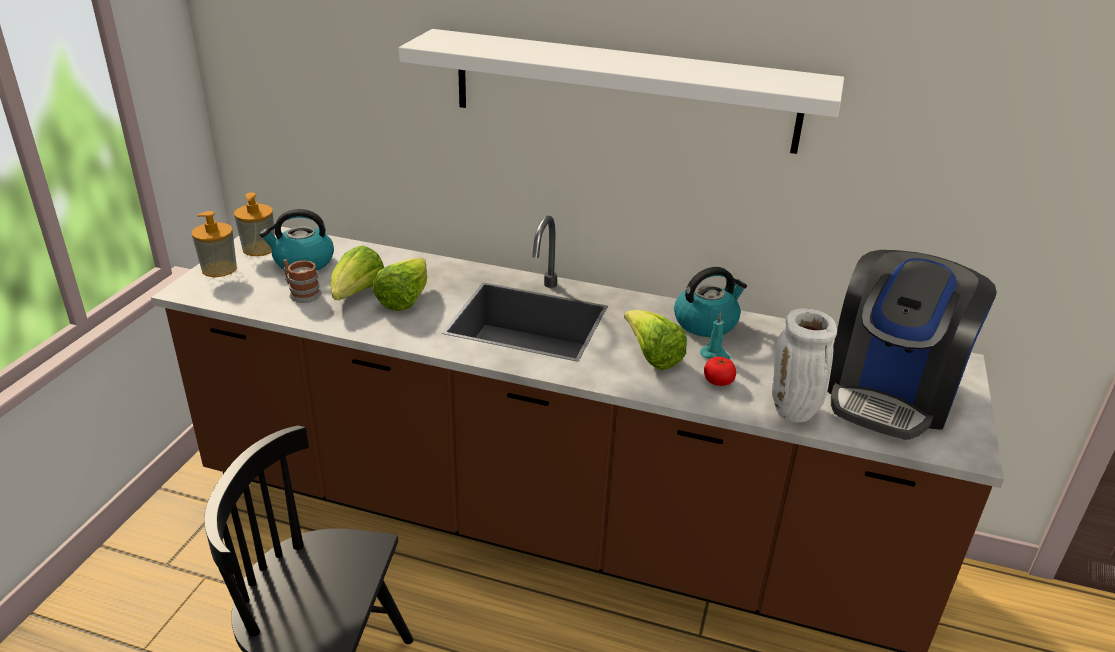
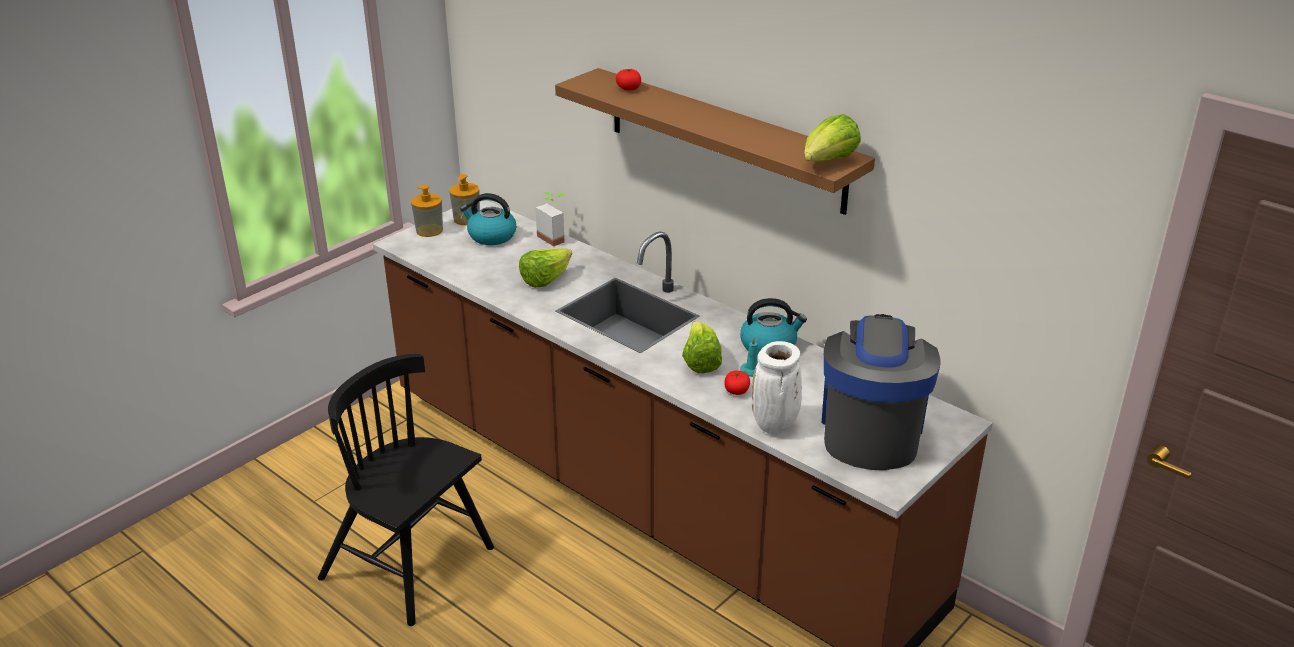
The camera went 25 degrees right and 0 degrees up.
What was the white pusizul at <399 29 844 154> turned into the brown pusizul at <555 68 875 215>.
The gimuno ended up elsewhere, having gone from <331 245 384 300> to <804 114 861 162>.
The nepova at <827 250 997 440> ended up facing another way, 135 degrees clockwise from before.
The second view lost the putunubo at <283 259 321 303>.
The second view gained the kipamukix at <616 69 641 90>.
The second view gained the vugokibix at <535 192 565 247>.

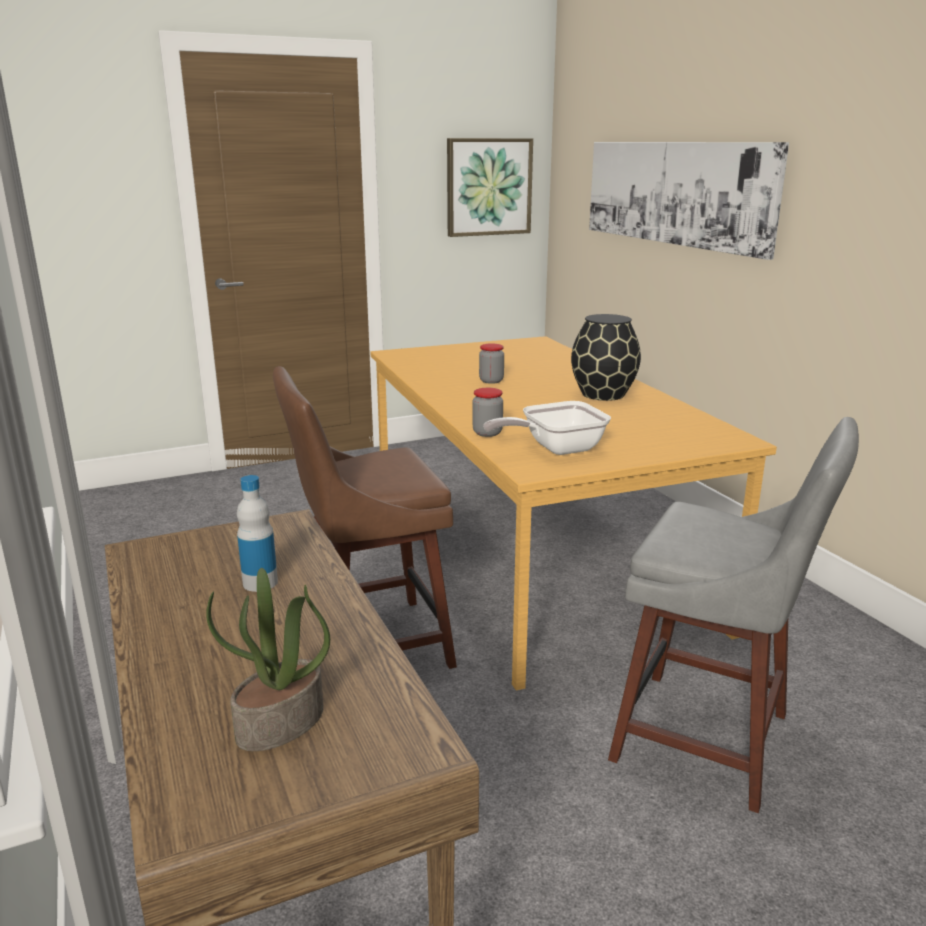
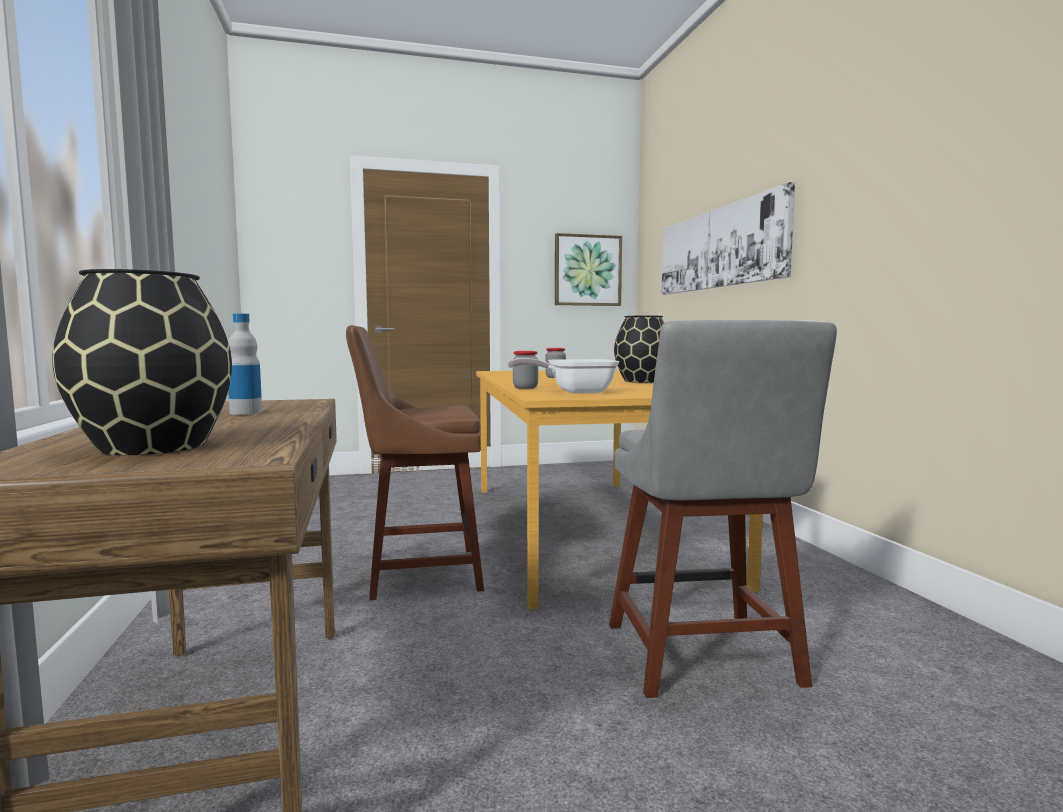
The camera went 10 degrees right and 15 degrees down.
The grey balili at <608 417 859 813> ended up facing another way, 45 degrees clockwise from before.
Where the vugokibix stood at <206 568 330 751>, the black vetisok came to stand at <52 269 232 455>.

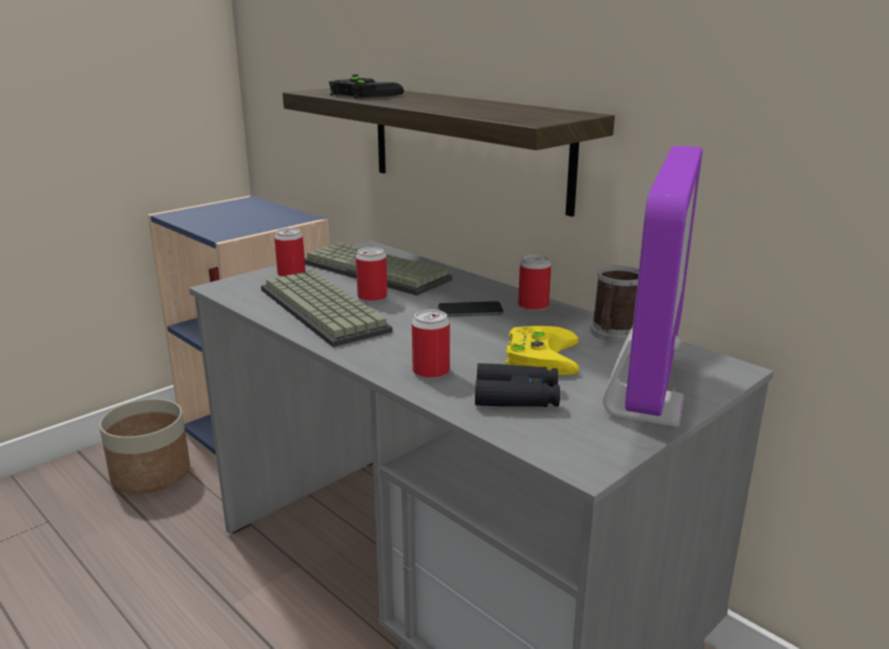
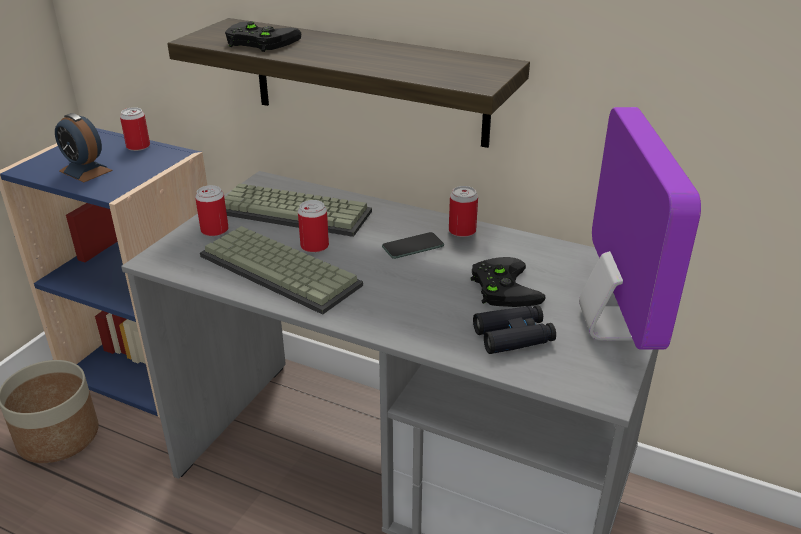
The camera went 20 degrees left and 10 degrees up.
The second view lost the putunubo at <590 266 639 343>.
The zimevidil ended up elsewhere, having gone from <412 309 450 379> to <120 107 150 151>.
What was the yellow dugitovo at <505 326 579 375> turned into the black dugitovo at <470 257 545 307>.
The second view gained the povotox at <55 113 112 182>.

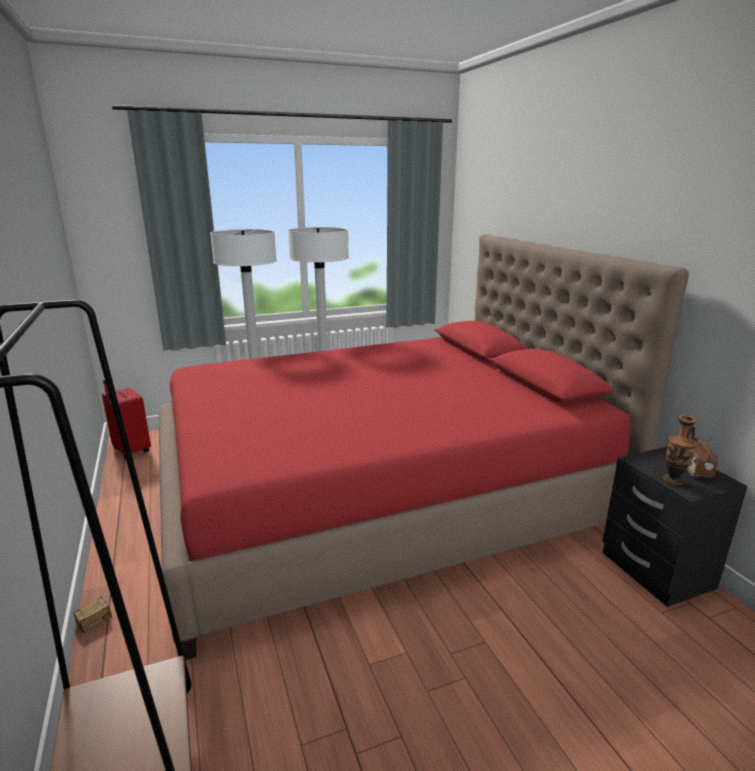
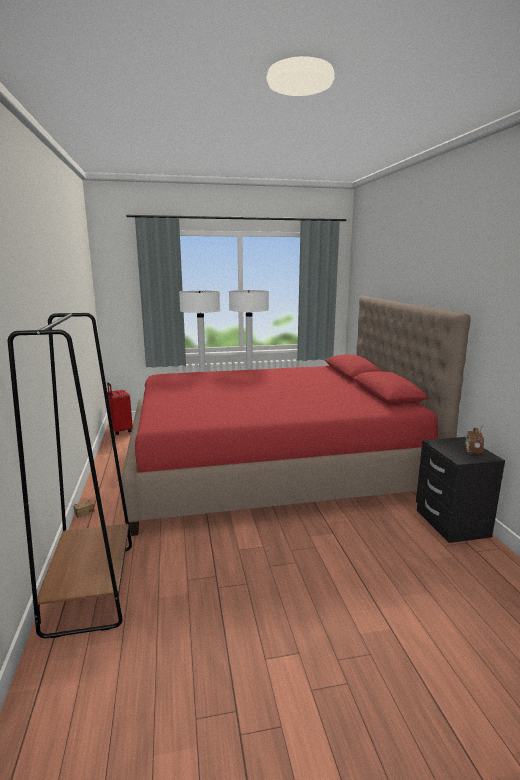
The camera went 10 degrees right and 5 degrees down.
The second view lost the vetisok at <663 415 697 485>.

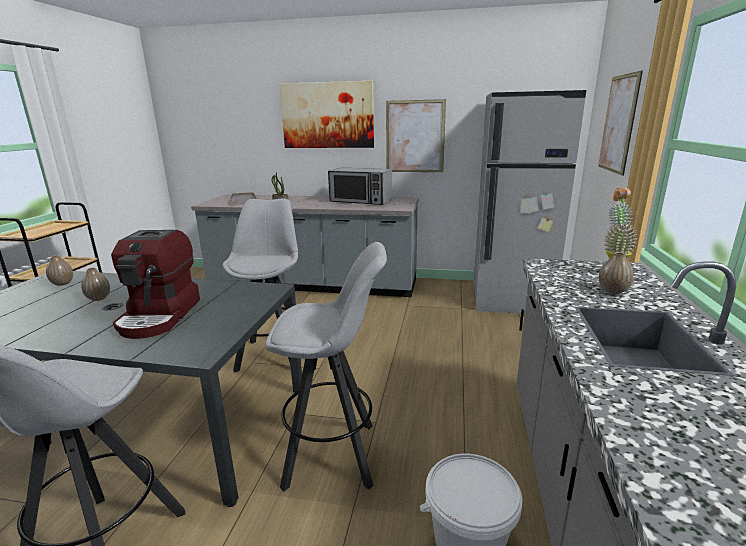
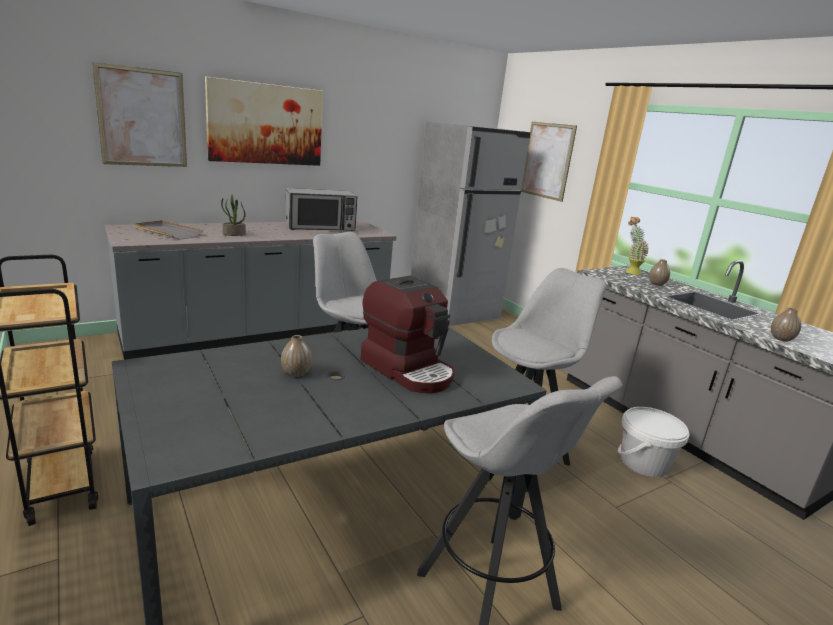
The camera went 45 degrees left and 0 degrees up.
The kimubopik ended up elsewhere, having gone from <386 99 446 172> to <92 62 187 167>.
The vetisok ended up elsewhere, having gone from <46 255 73 286> to <771 307 801 342>.

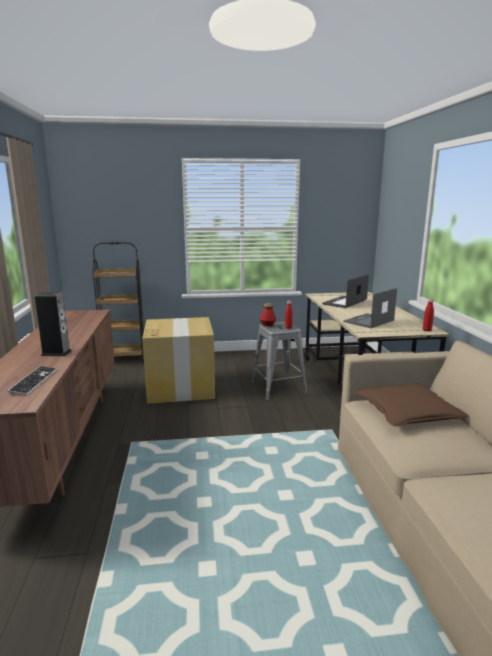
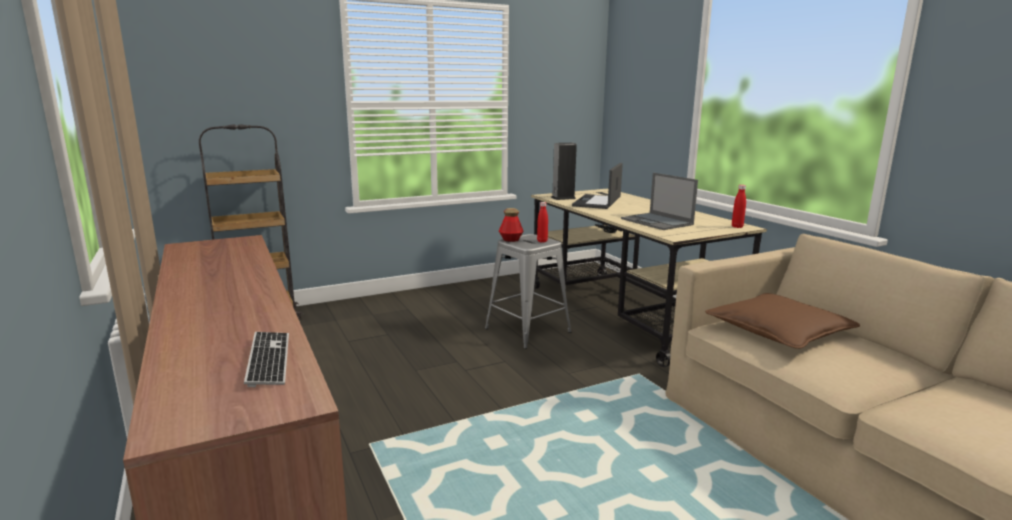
The camera went 20 degrees left and 0 degrees up.
The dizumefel at <343 288 397 328> ended up facing another way, 60 degrees counterclockwise from before.
The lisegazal ended up elsewhere, having gone from <35 292 71 356> to <551 143 577 200>.
The second view lost the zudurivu at <142 317 215 404>.

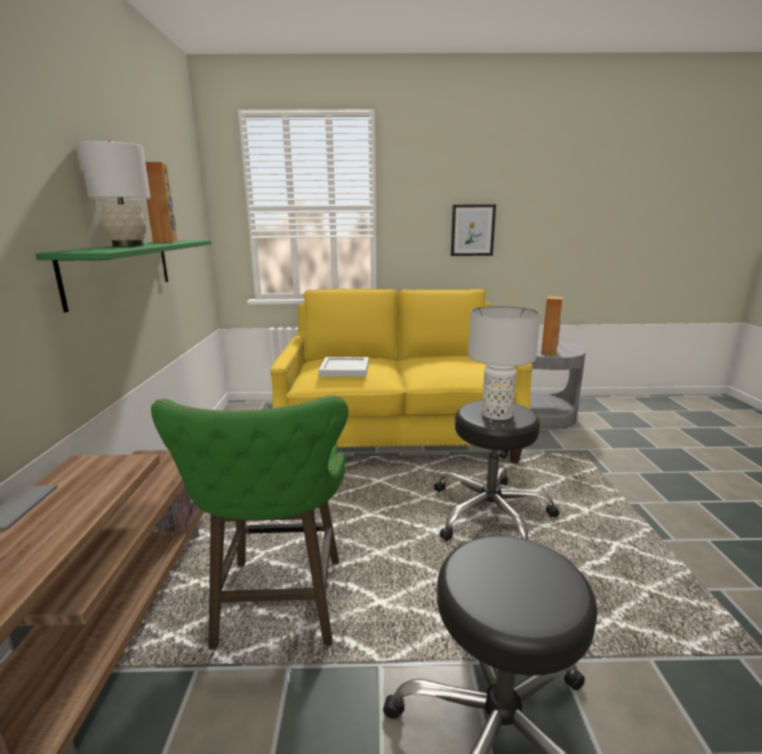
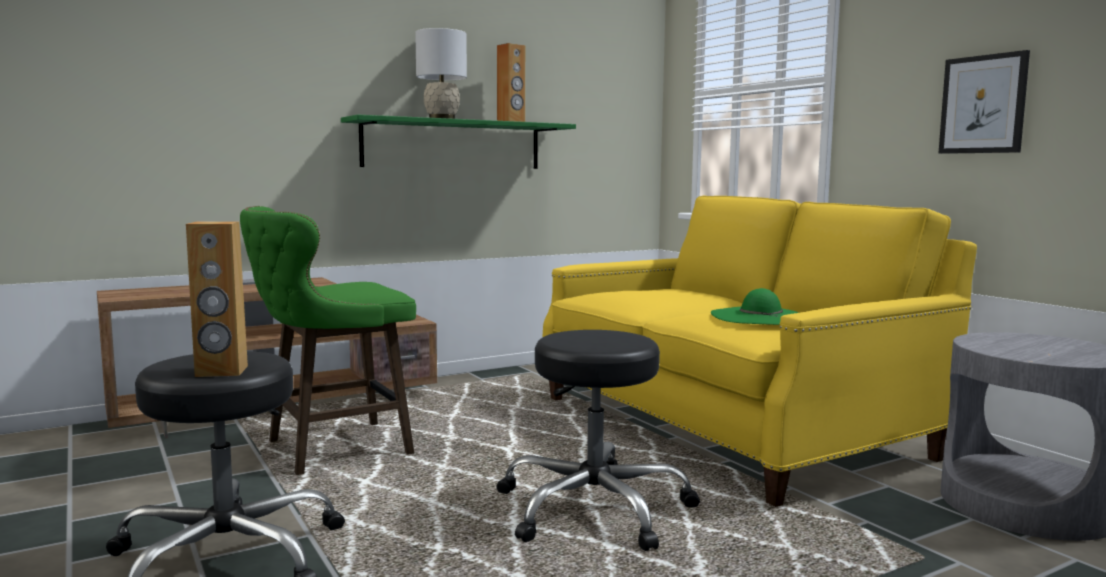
The camera went 60 degrees right and 10 degrees down.
The brown lisegazal ended up elsewhere, having gone from <541 297 563 356> to <186 221 248 377>.
The second view lost the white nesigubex at <468 306 540 420>.
The second view lost the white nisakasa at <318 357 369 377>.
The second view gained the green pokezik at <711 288 799 325>.

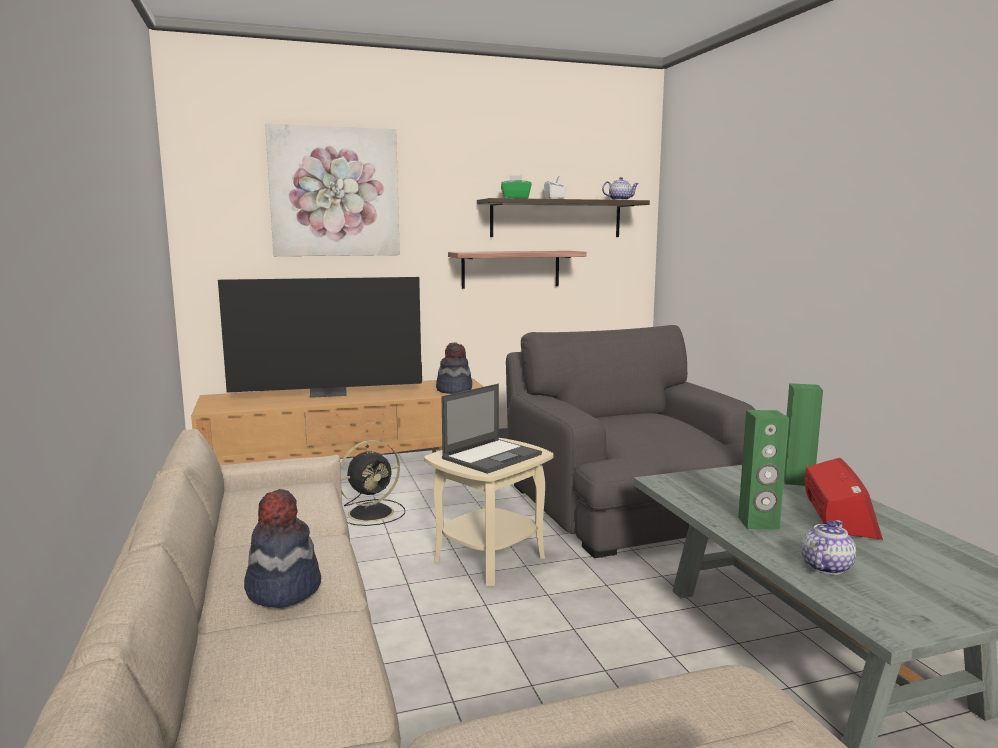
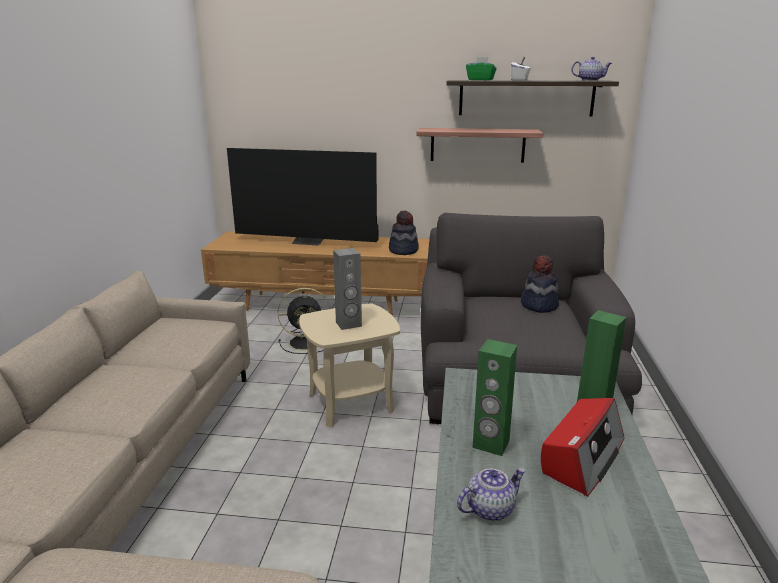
The camera went 25 degrees right and 10 degrees up.
The second view lost the kimubopik at <265 123 400 256>.
Where the dizumefel stood at <442 384 542 474>, the grey lisegazal came to stand at <333 248 362 330>.
The pokezik ended up elsewhere, having gone from <244 489 321 608> to <521 255 559 313>.

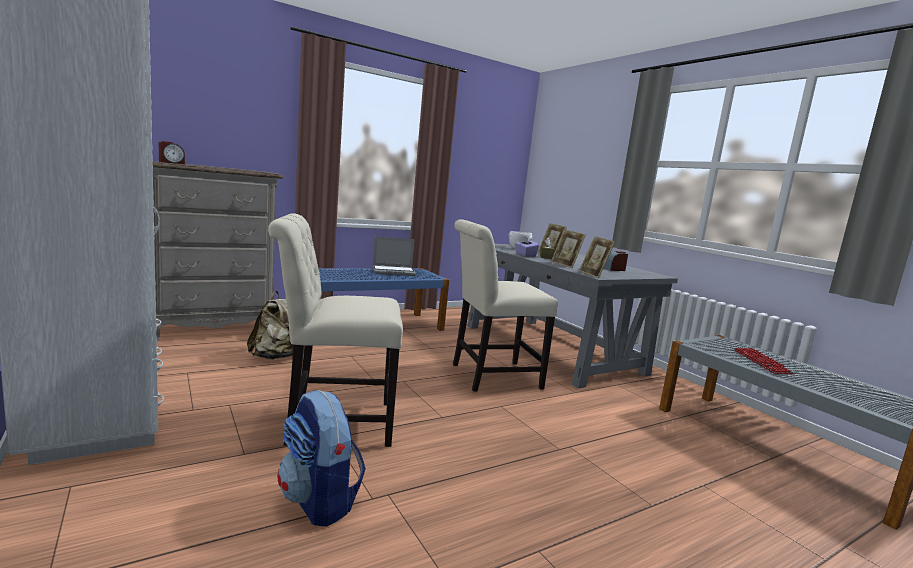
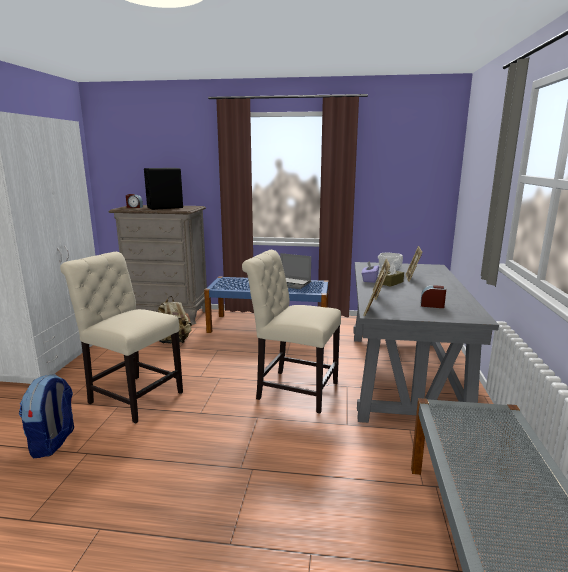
The camera went 40 degrees right and 5 degrees up.
The second view lost the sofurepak at <734 348 795 374>.
The second view gained the black lisegazal at <144 168 183 210>.

